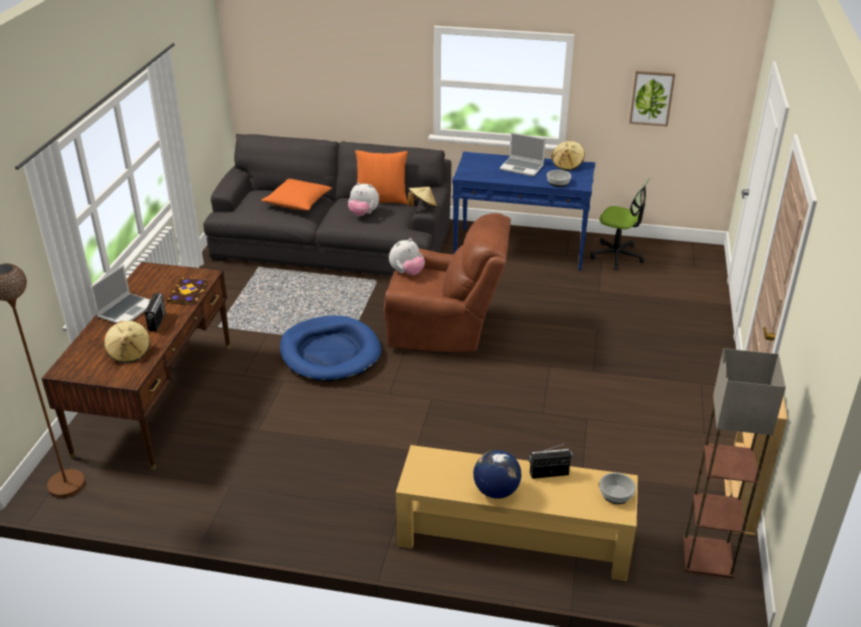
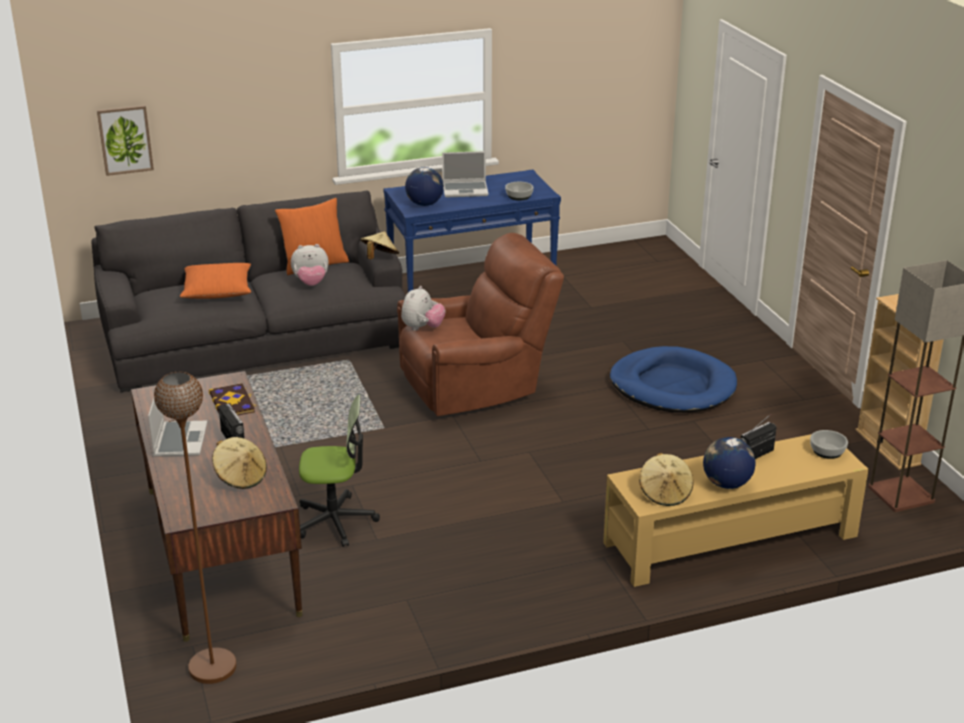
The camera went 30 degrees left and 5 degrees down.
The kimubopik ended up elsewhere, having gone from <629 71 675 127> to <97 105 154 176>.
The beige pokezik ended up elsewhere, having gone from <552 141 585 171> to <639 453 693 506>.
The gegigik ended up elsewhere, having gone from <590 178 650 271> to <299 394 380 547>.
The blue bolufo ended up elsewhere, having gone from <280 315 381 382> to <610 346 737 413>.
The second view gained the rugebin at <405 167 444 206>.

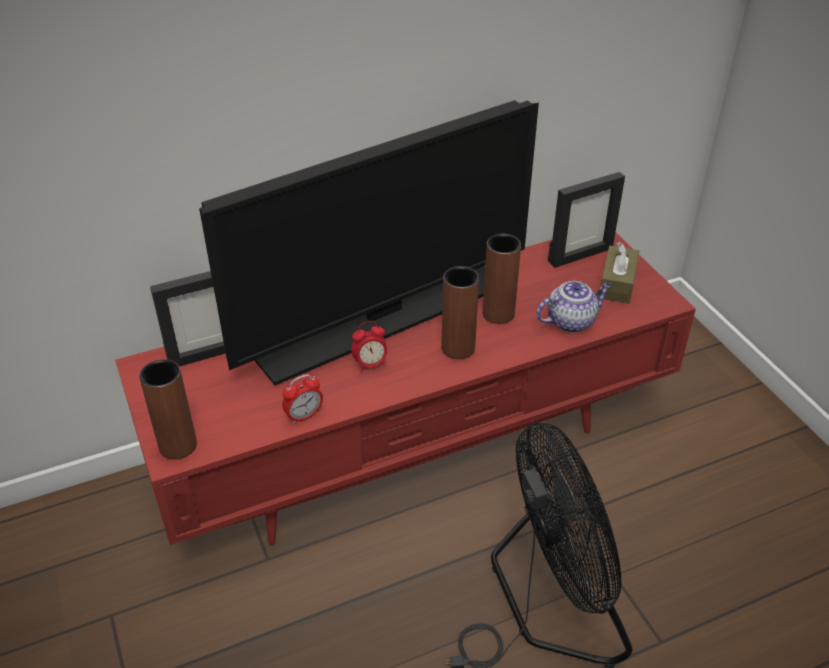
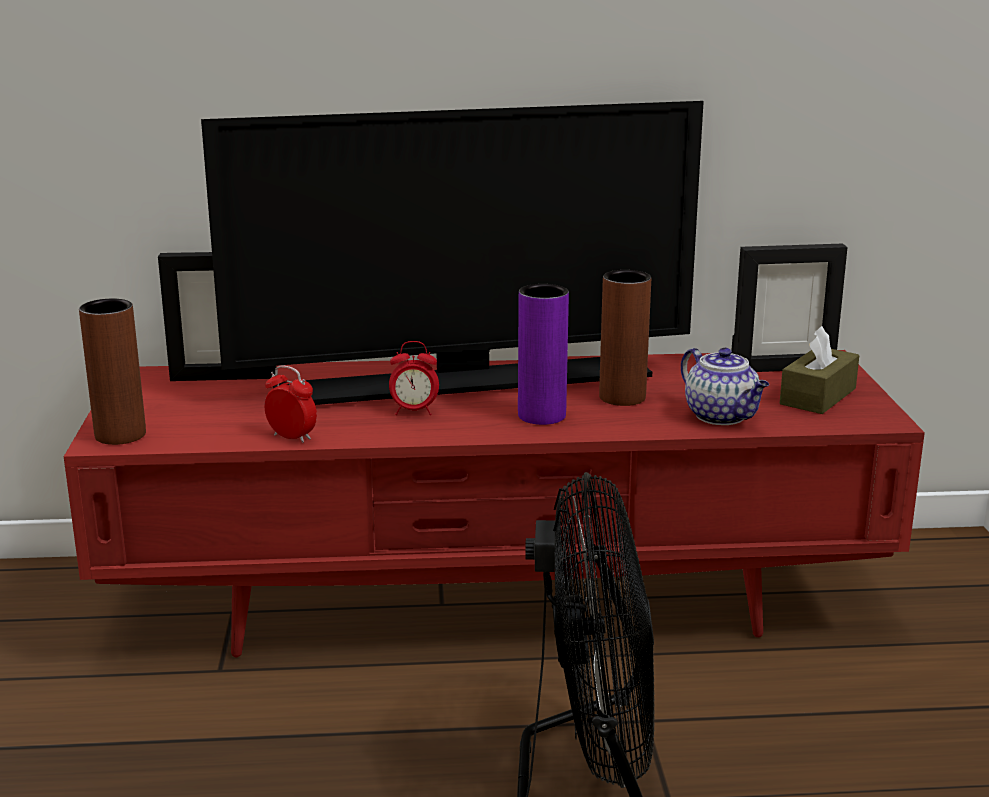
The camera went 20 degrees right and 20 degrees down.
What was the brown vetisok at <441 266 479 359> turned into the purple vetisok at <518 284 569 425>.
The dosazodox at <536 281 612 333> ended up facing another way, 60 degrees clockwise from before.
The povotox at <282 374 323 424> ended up facing another way, 135 degrees counterclockwise from before.

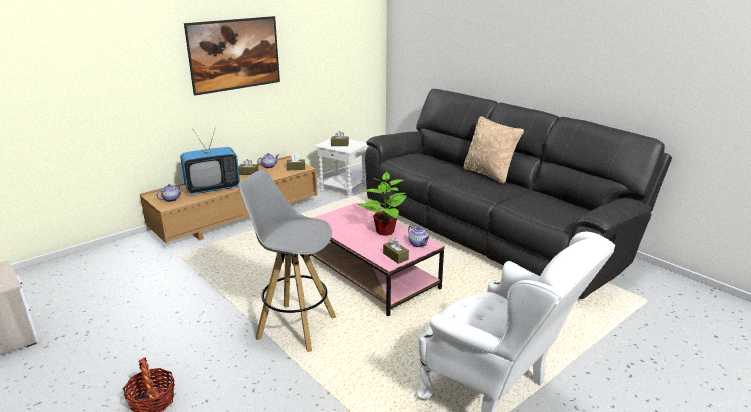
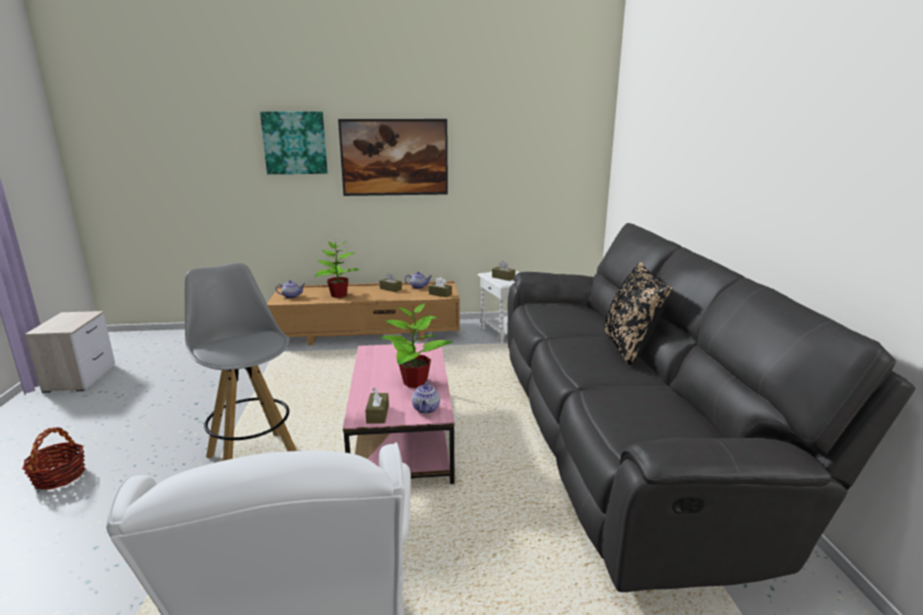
The camera went 35 degrees right and 5 degrees down.
What was the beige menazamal at <464 117 524 183> turned into the black menazamal at <604 263 672 366>.
Where the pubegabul stood at <180 127 240 194>, the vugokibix came to stand at <314 239 360 298>.
The second view gained the kimubopik at <260 112 328 174>.

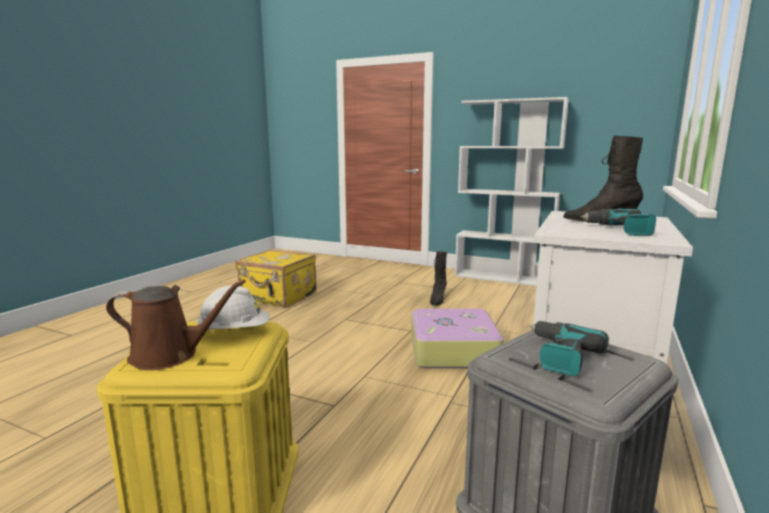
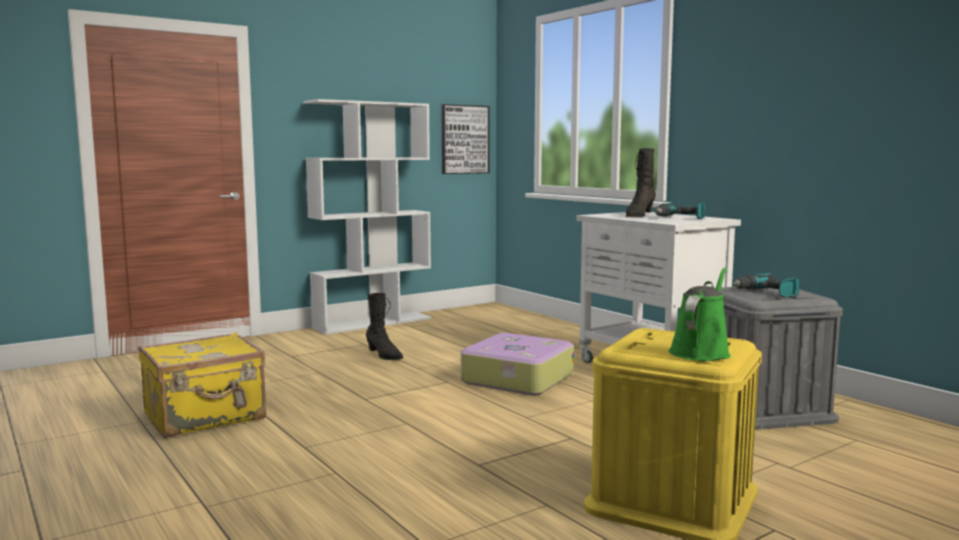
The camera went 60 degrees left and 5 degrees down.
What was the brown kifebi at <106 280 246 370> turned into the green kifebi at <669 267 731 361>.
The second view lost the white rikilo at <196 286 270 331>.
The second view gained the kimubopik at <441 104 490 174>.

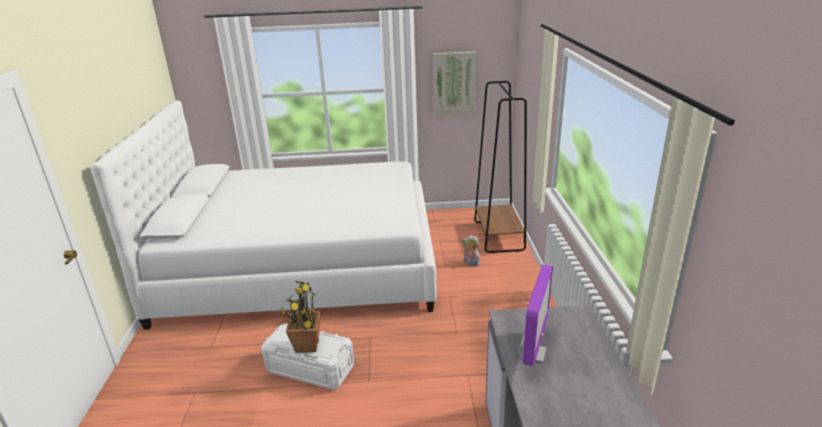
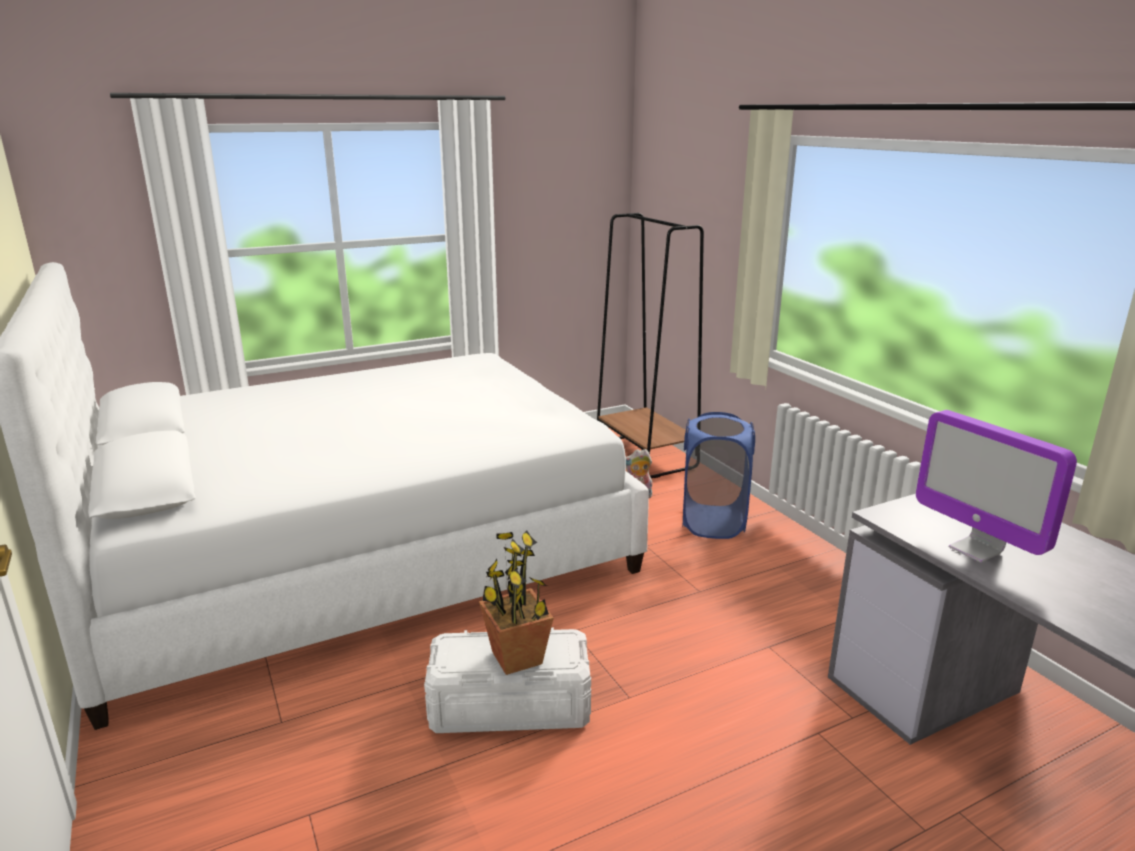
The camera went 25 degrees left and 5 degrees down.
The second view lost the kimubopik at <433 51 476 115>.
The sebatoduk at <518 264 553 366> ended up facing another way, 150 degrees clockwise from before.
The second view gained the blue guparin at <682 412 755 539>.

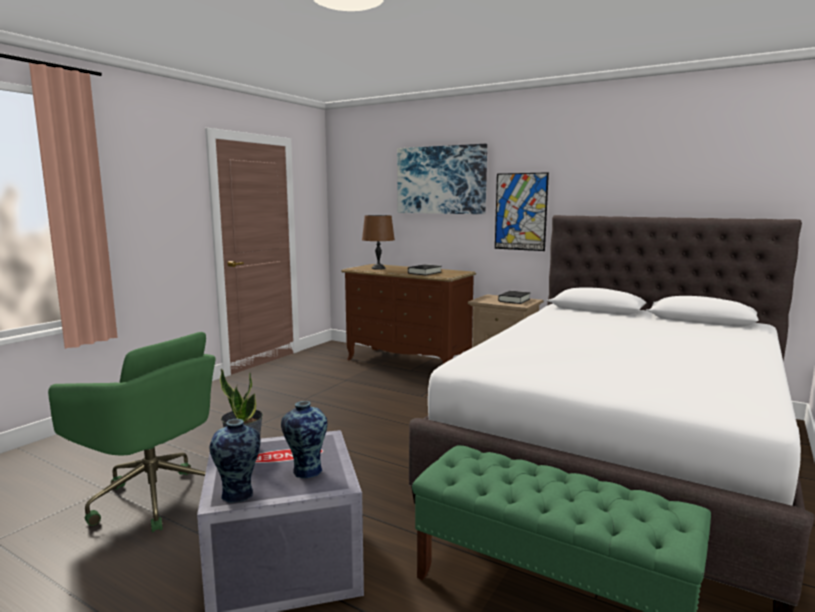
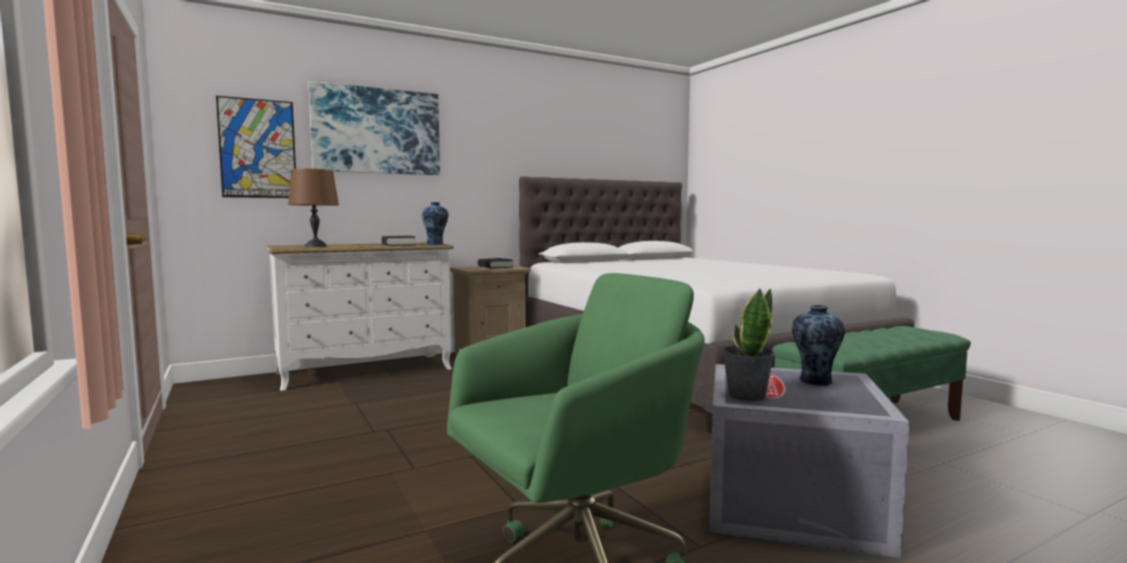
The camera went 60 degrees left and 5 degrees down.
The kimubopik ended up elsewhere, having gone from <495 172 549 251> to <216 96 296 198>.
What was the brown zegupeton at <341 264 476 364> turned into the white zegupeton at <265 242 454 391>.
The vetisok ended up elsewhere, having gone from <210 419 260 503> to <422 202 449 244>.

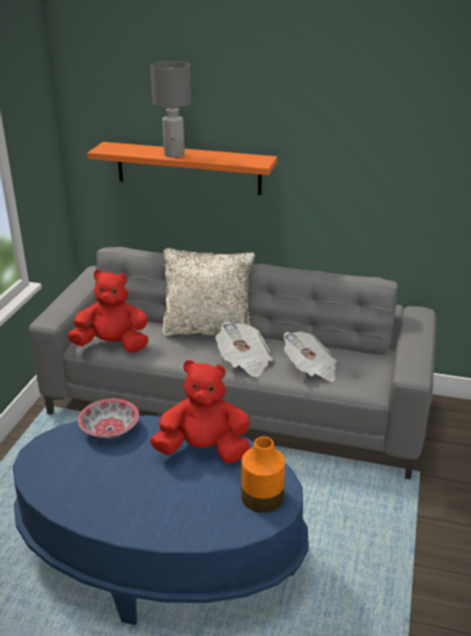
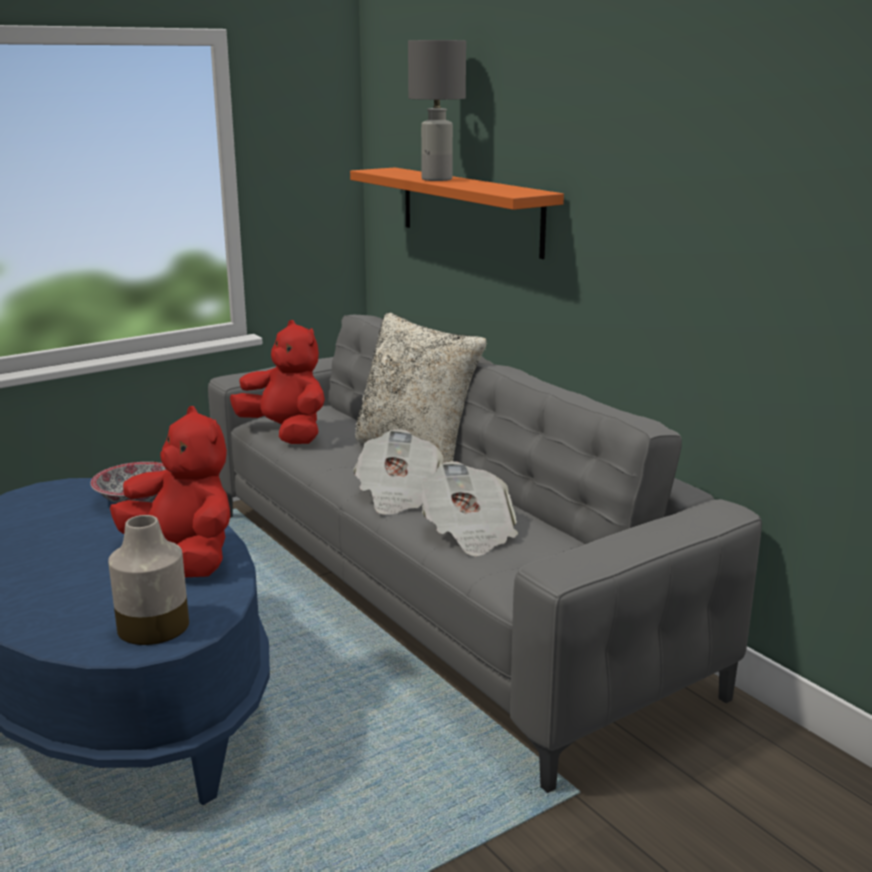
The camera went 40 degrees right and 10 degrees down.
What was the orange vetisok at <241 437 285 513> turned into the beige vetisok at <108 515 189 645>.

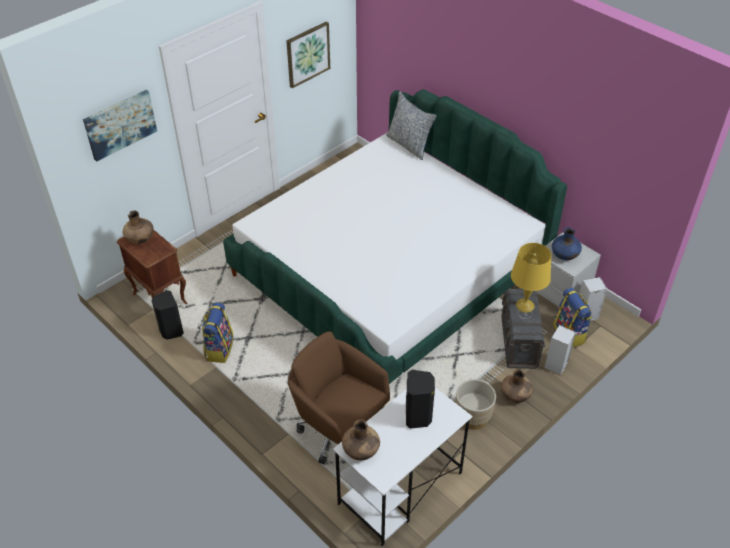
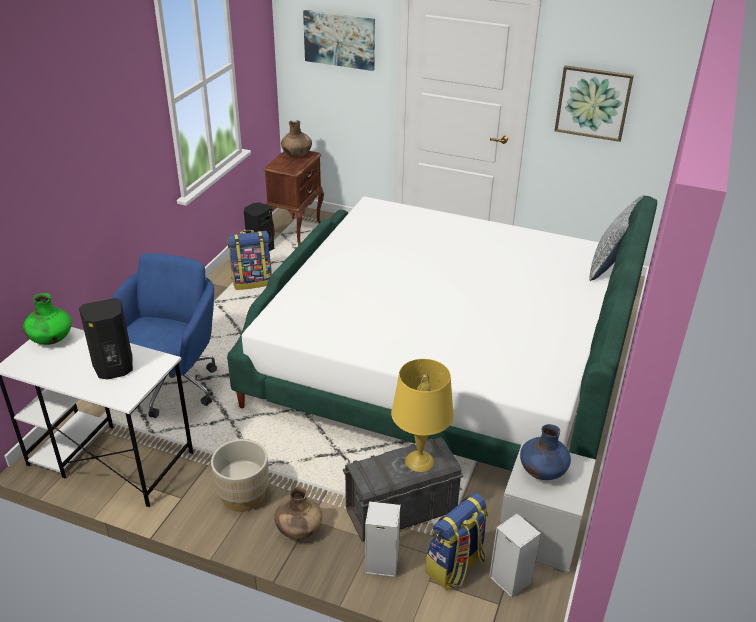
The camera went 65 degrees right and 10 degrees down.
What was the brown gegigik at <288 331 390 464> turned into the blue gegigik at <111 253 217 418>.
What was the brown vetisok at <342 420 380 460> turned into the green vetisok at <23 293 72 345>.

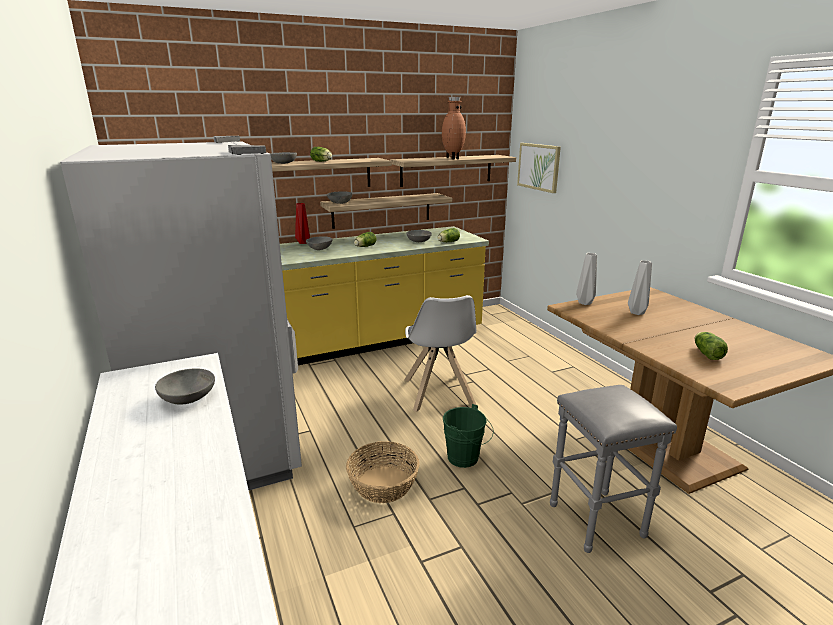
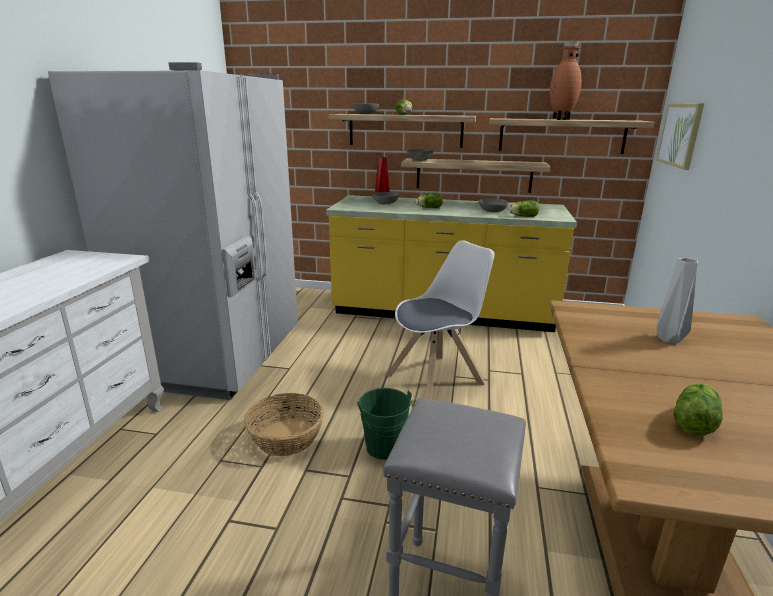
The camera went 35 degrees right and 0 degrees up.
The second view lost the grey vetisok at <576 253 597 305>.
The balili at <405 295 476 412> ended up facing another way, 150 degrees counterclockwise from before.
The second view lost the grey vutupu at <155 368 215 404>.

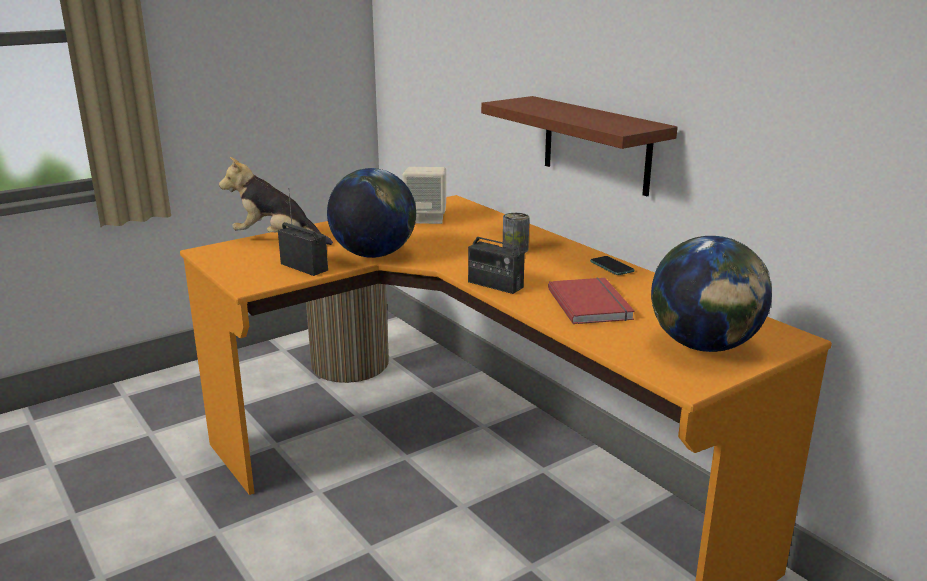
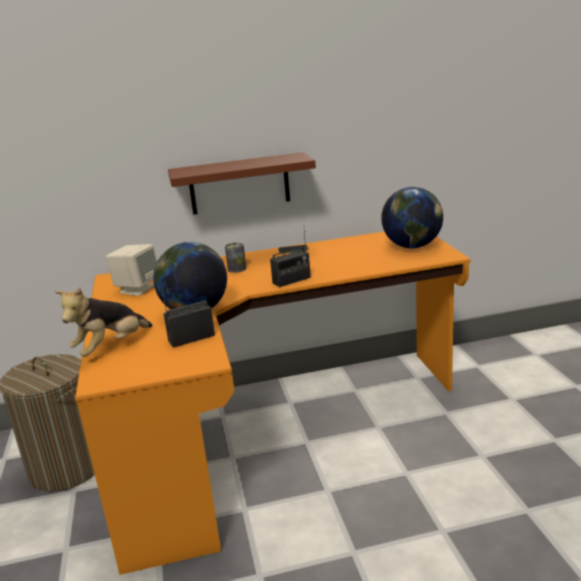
The camera went 65 degrees left and 0 degrees up.
The second view lost the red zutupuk at <548 278 635 324>.

